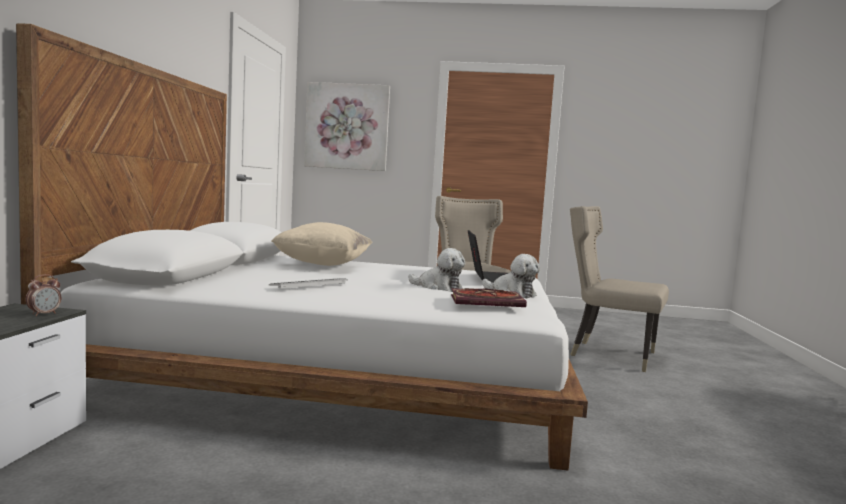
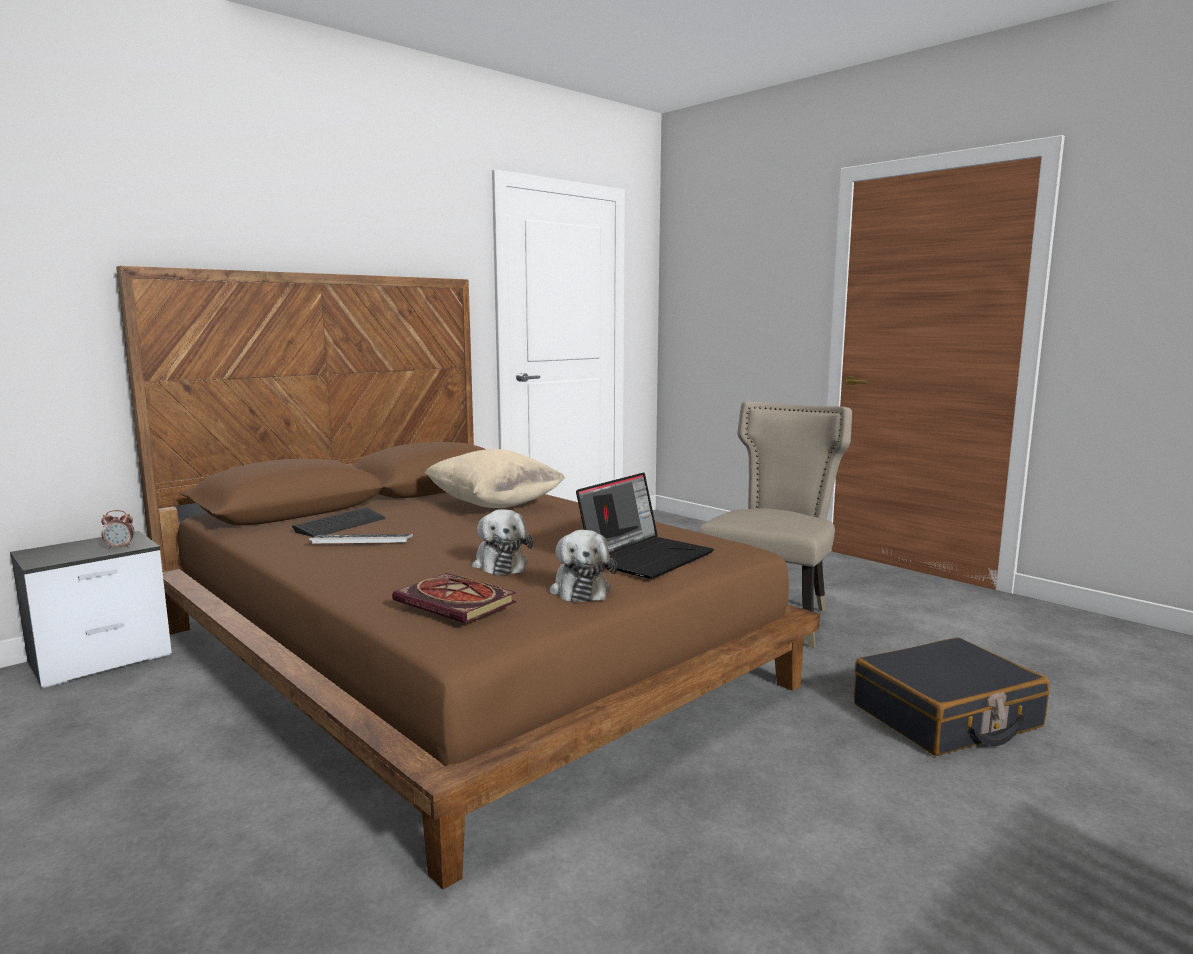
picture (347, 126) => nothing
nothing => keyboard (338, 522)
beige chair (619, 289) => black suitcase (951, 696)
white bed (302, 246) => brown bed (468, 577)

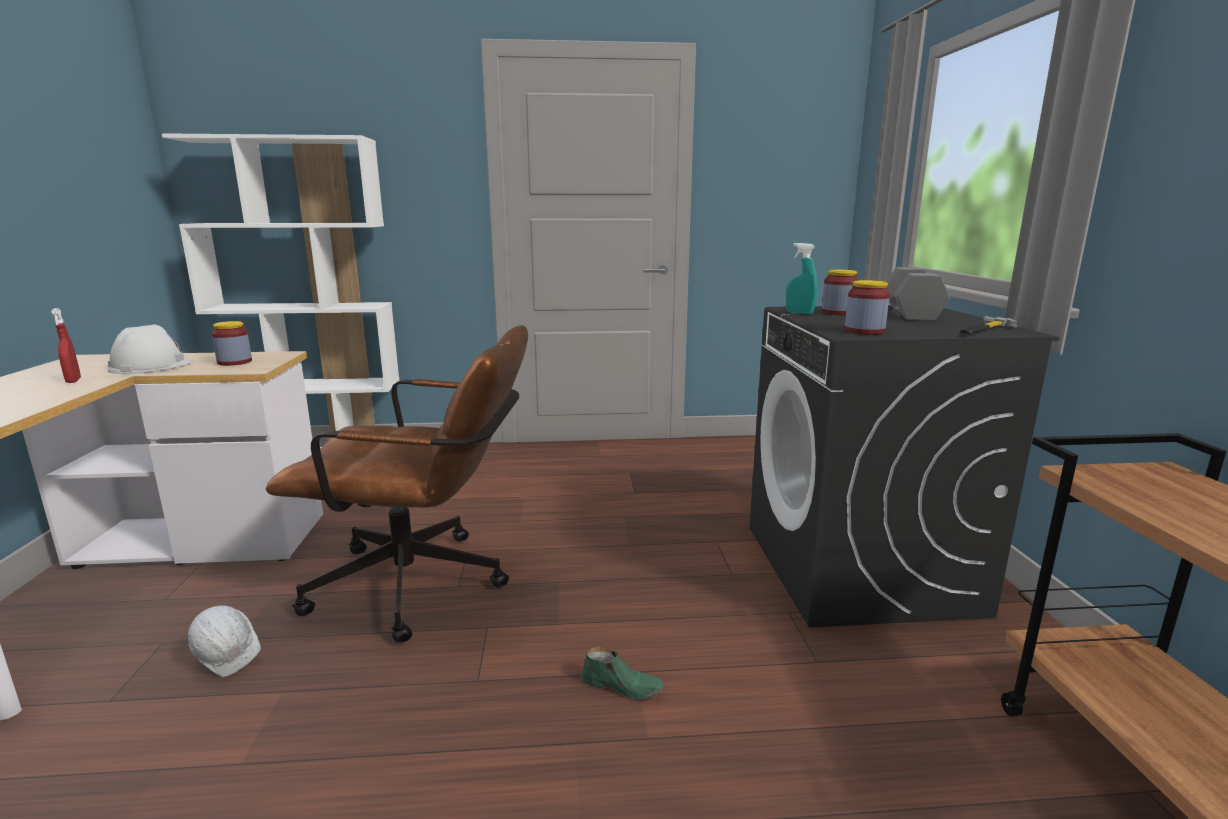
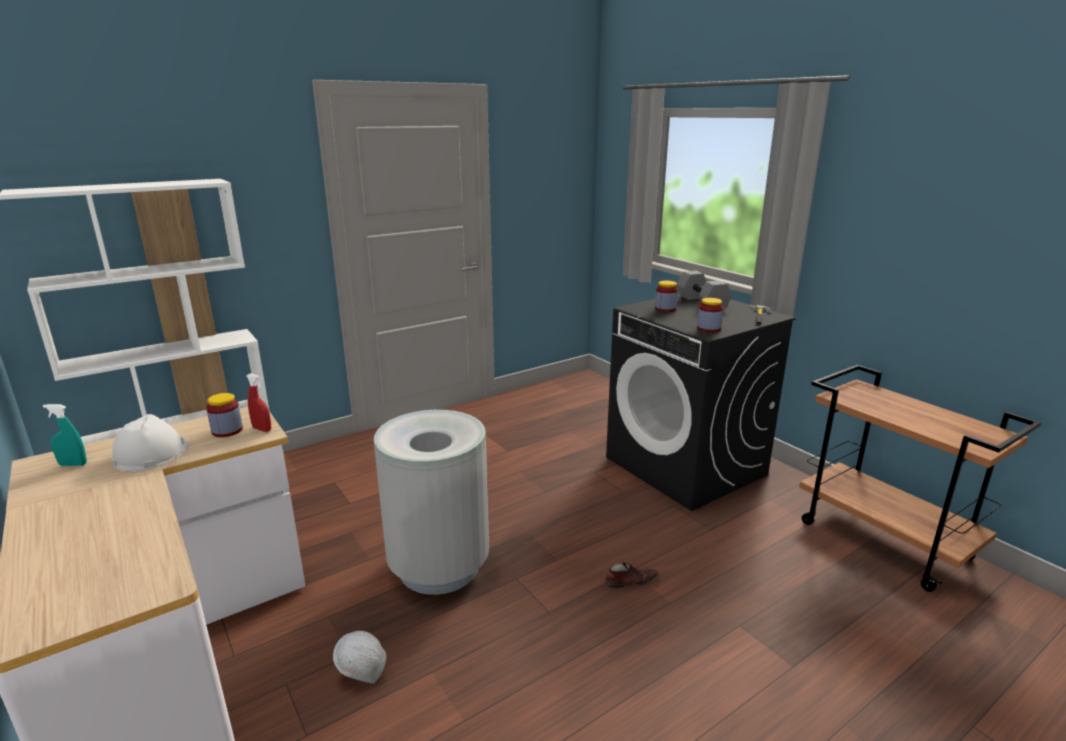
red spray bottle (66, 345) => red spray bottle (258, 402), moved
turquoise spray bottle (802, 278) => turquoise spray bottle (65, 435), moved
brown office chair (397, 484) => grey trash can (431, 502)
green shoe (623, 673) => brown shoe (632, 575)

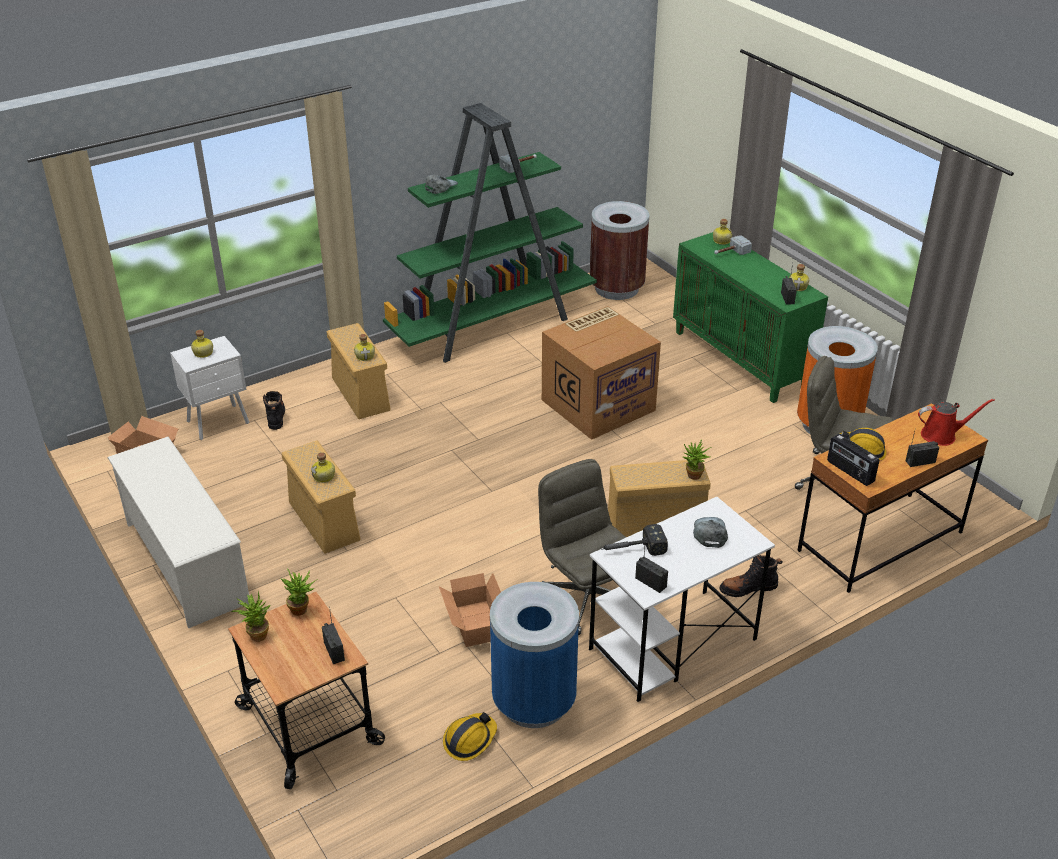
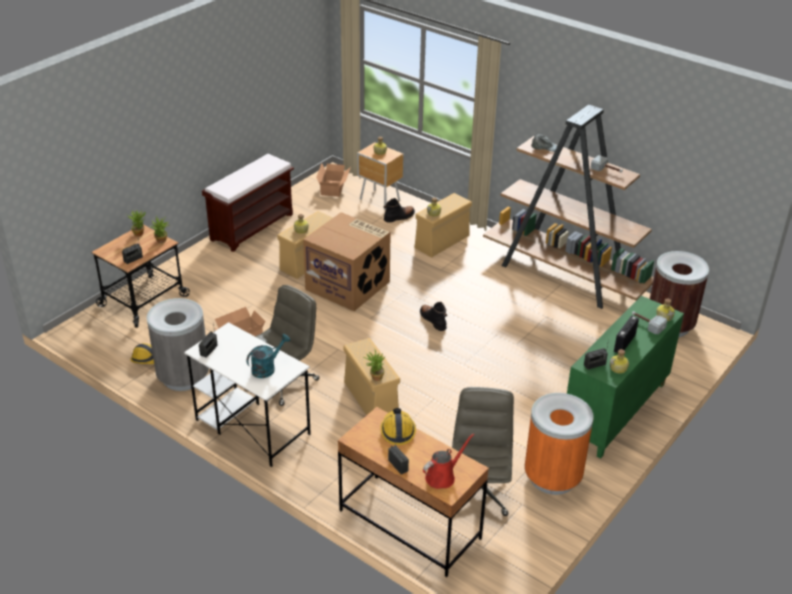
hammer (634, 540) => nothing
cardboard box (601, 373) => cardboard box (347, 261), moved
black boot (751, 576) => black boot (433, 316), moved
radio (853, 460) => radio (626, 334), moved
white shoe rack (178, 532) => brown bench (248, 203)
grey cap (710, 532) => turquoise watering can (268, 356)
white nightstand (209, 388) => brown nightstand (380, 176)
green bookcase (490, 233) => brown bookcase (568, 207)
blue trash can (534, 655) => grey trash can (178, 344)
red watering can (956, 422) => red watering can (448, 461), 105 degrees counterclockwise

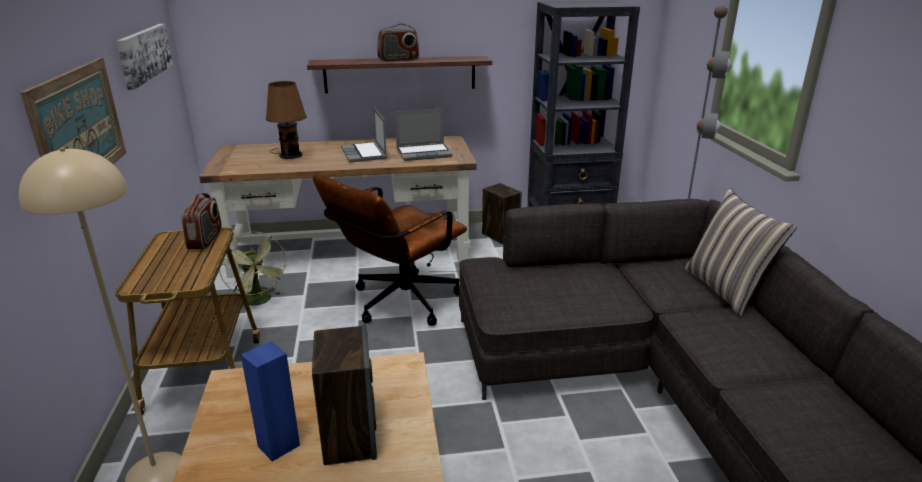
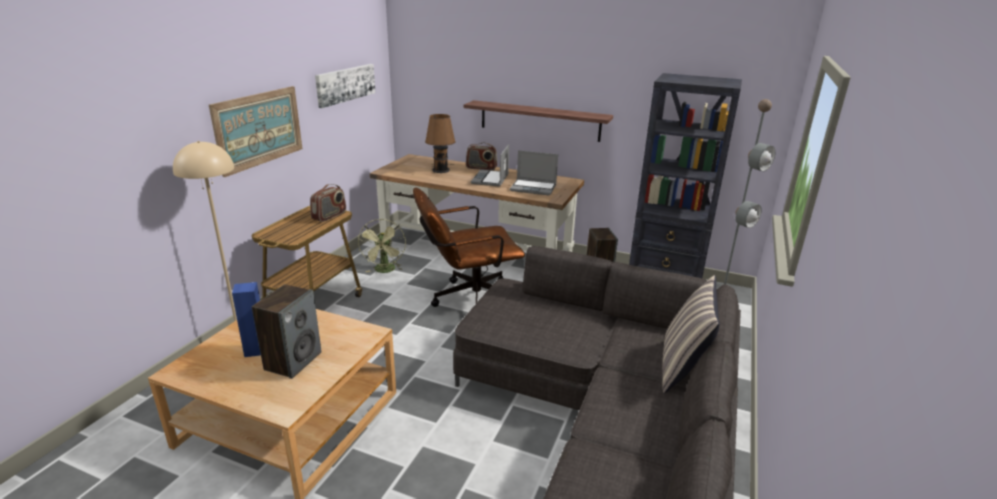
radio (398, 42) => radio (481, 156), moved

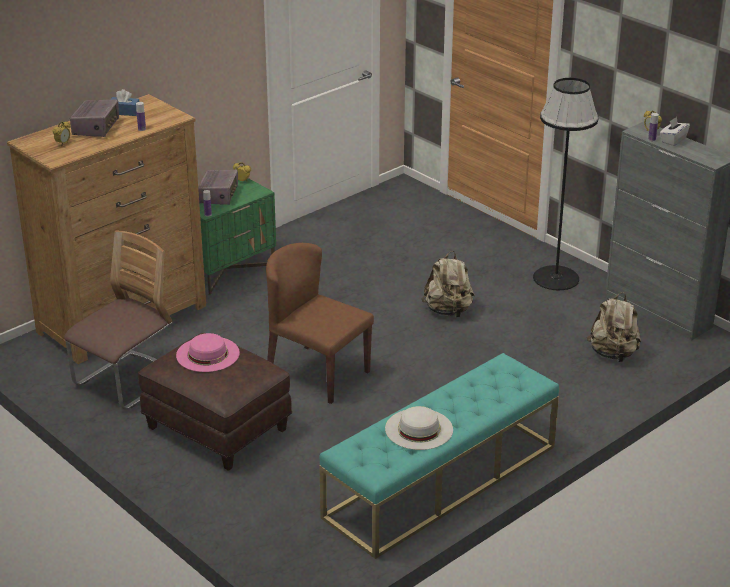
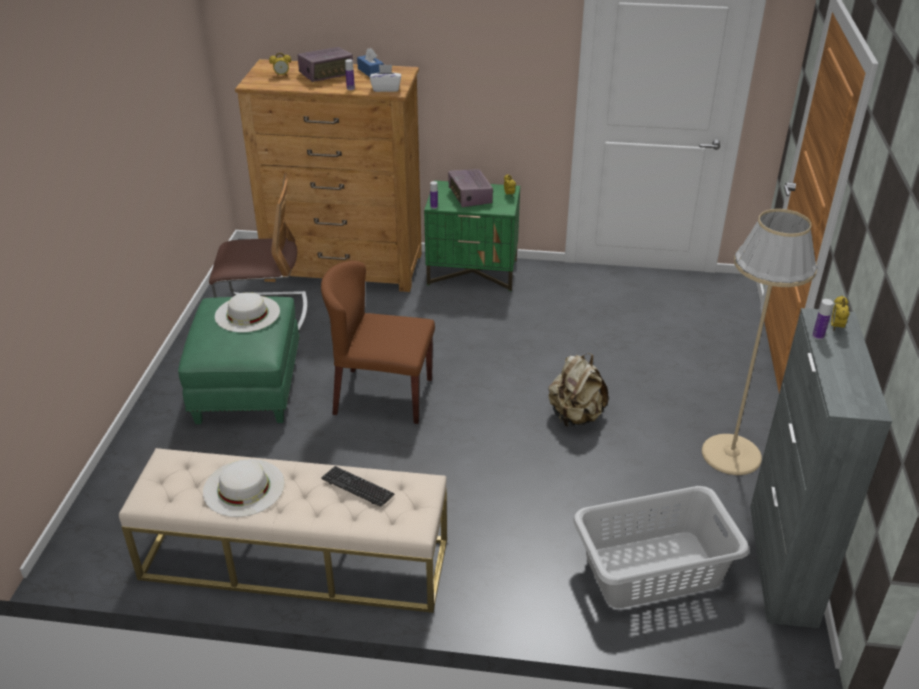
nothing => keyboard (358, 486)
white tissue box (675, 131) => white tissue box (385, 78), moved
beige backpack (614, 327) => grey laundry basket (661, 547)
brown ottoman (215, 402) => green ottoman (239, 360)
pink hat (208, 352) => white hat (247, 312)
turquoise bench (439, 456) => beige bench (283, 530)
black floor lamp (565, 184) => beige floor lamp (760, 342)
radio (218, 187) => radio (470, 188), 105 degrees clockwise
brown chair (320, 323) => brown chair (378, 342), 75 degrees counterclockwise

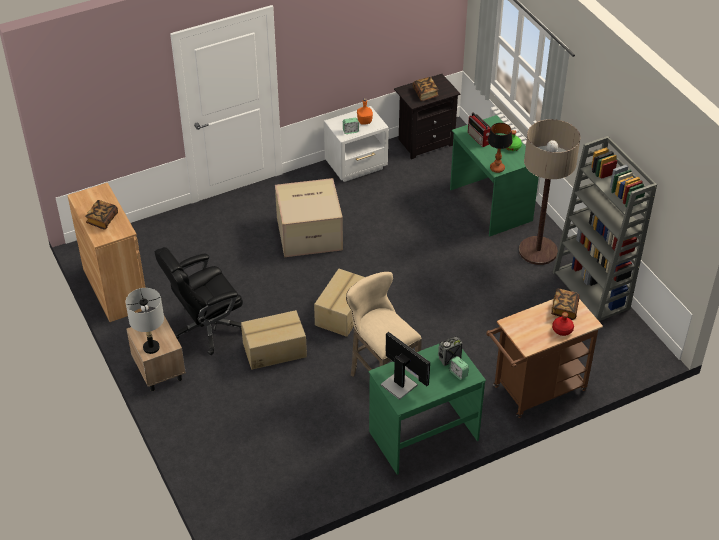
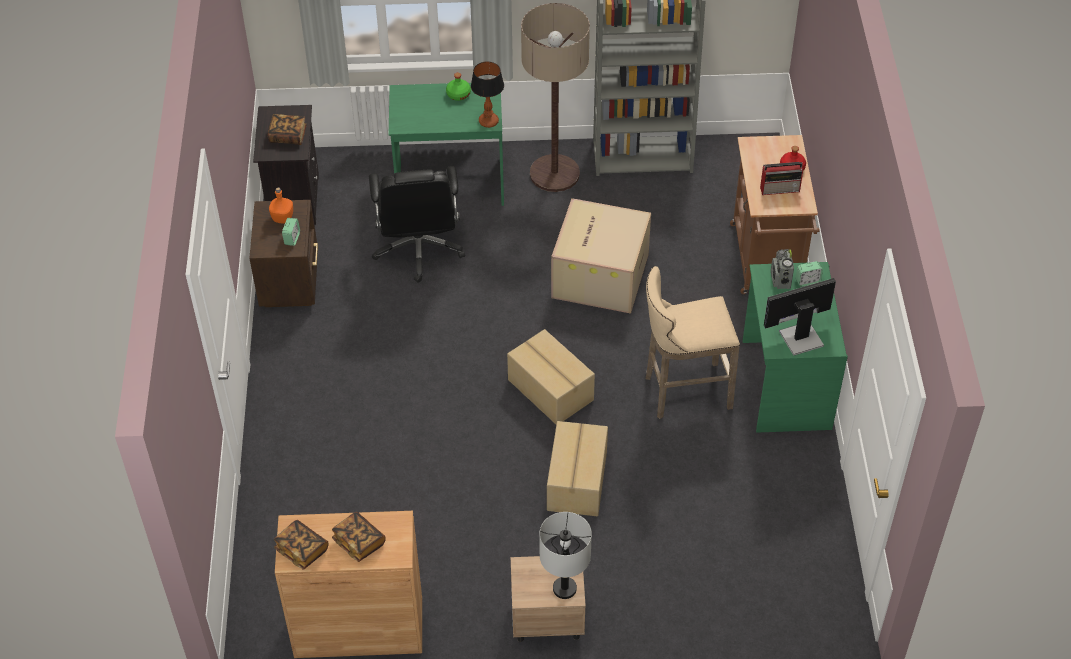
black office chair (198, 301) => black office chair (417, 224), moved
cardboard box (309, 217) => cardboard box (601, 256), moved
radio (479, 129) => radio (781, 178), moved
book (565, 304) => book (301, 545), moved
white nightstand (356, 144) => brown nightstand (283, 253)

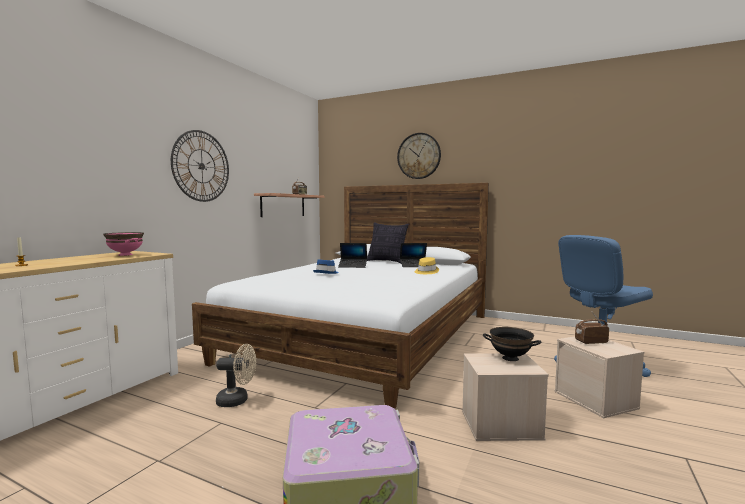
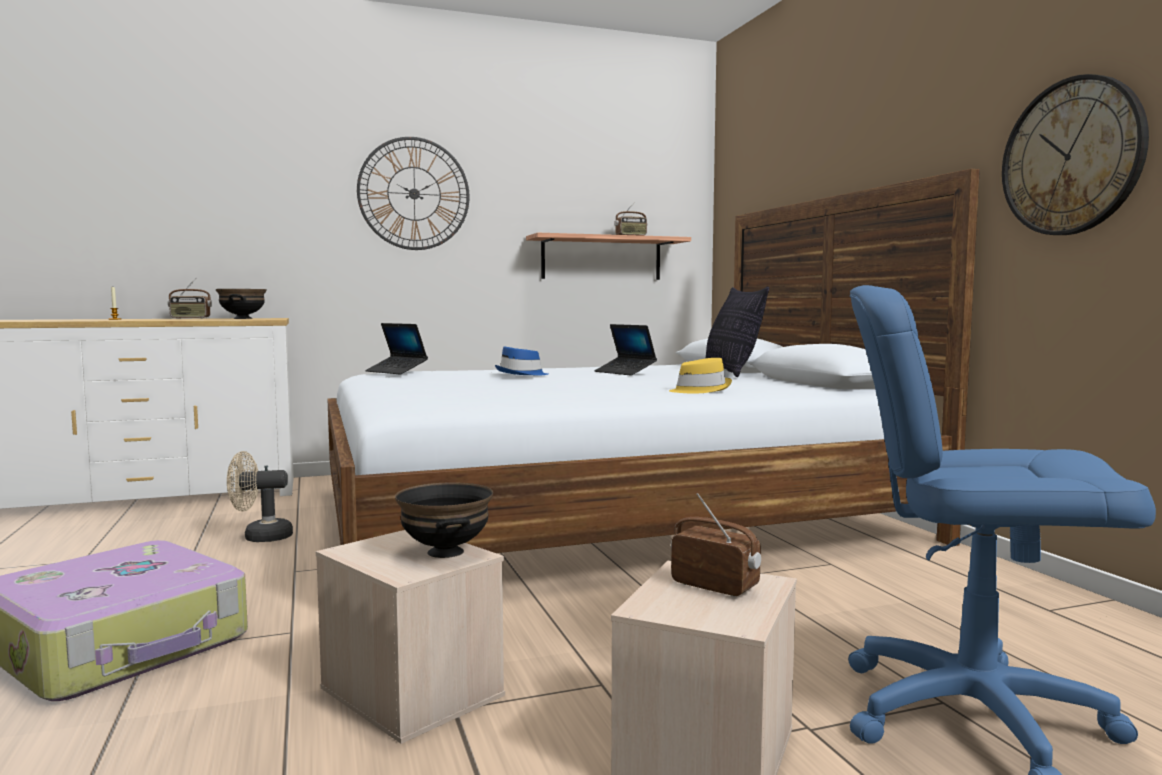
nothing => radio (190, 298)
wall clock (419, 156) => wall clock (1075, 154), moved
laptop (413, 255) => laptop (396, 348), moved
pink bowl (123, 244) => black bowl (241, 304)
beige fan (236, 375) => beige fan (260, 496), 120 degrees clockwise

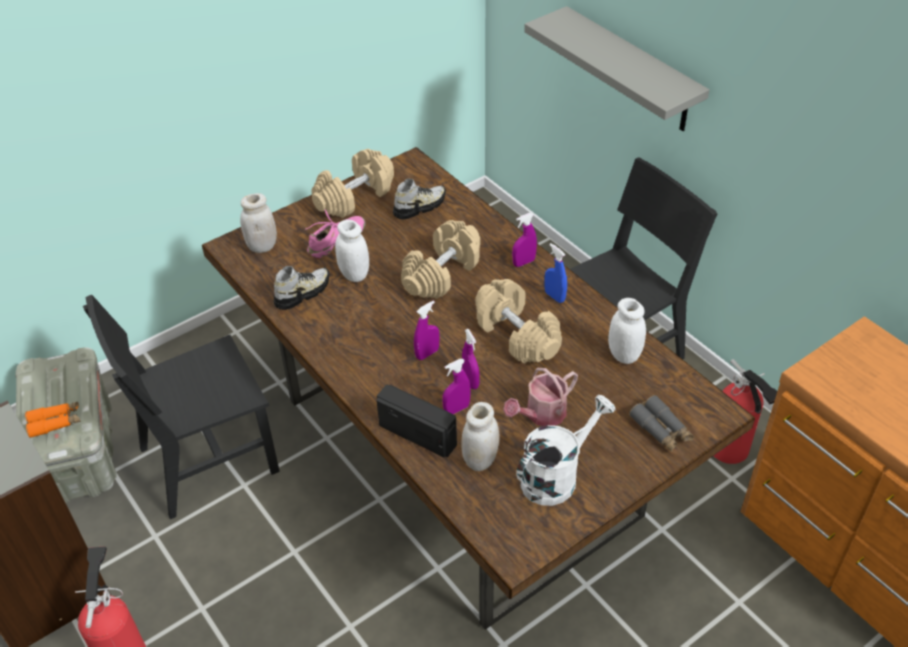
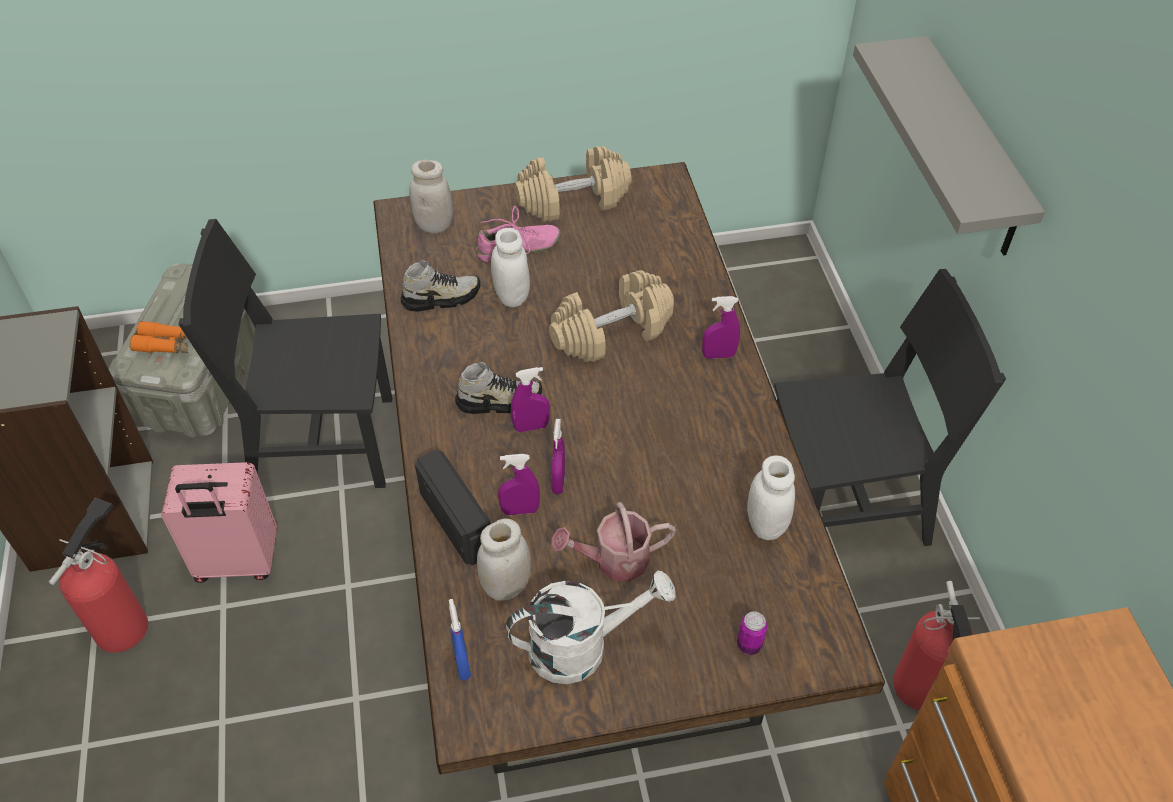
beige dumbbell (518, 321) => nothing
nothing => pink suitcase (219, 522)
shoe (419, 199) => shoe (498, 388), moved
blue spray bottle (555, 273) => blue spray bottle (460, 639), moved
grey binoculars (661, 423) => can (752, 633)

